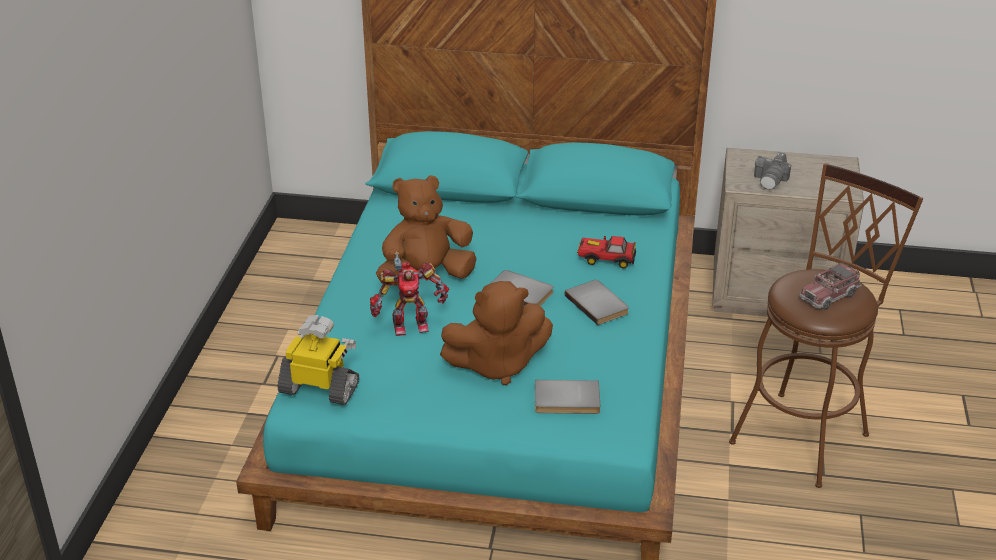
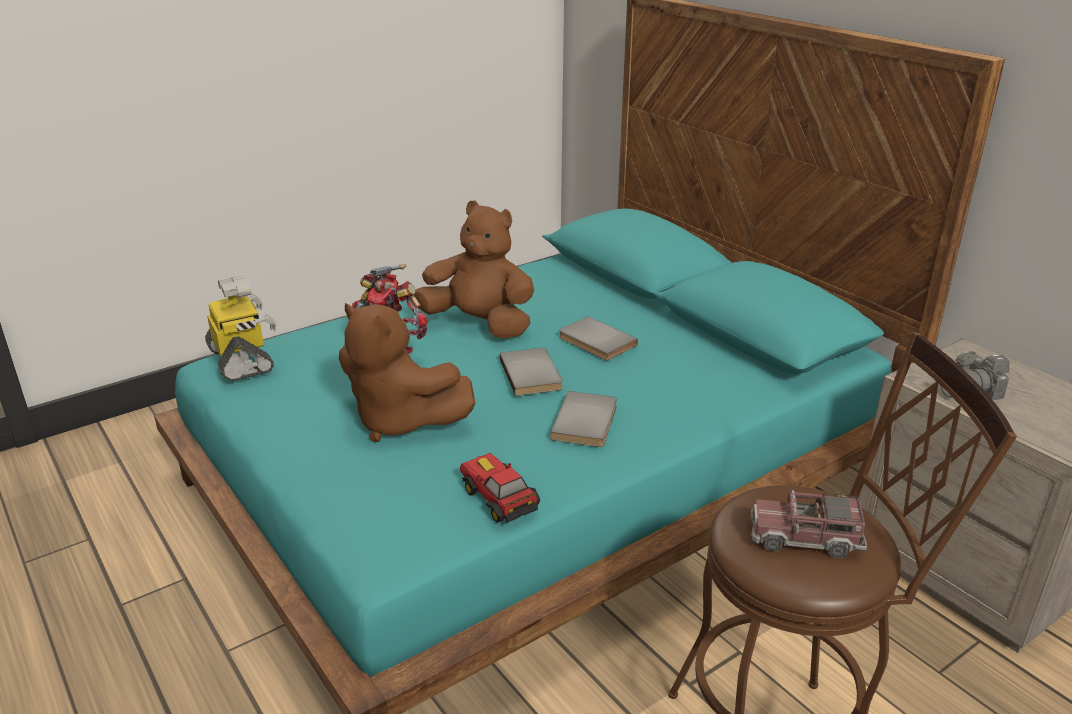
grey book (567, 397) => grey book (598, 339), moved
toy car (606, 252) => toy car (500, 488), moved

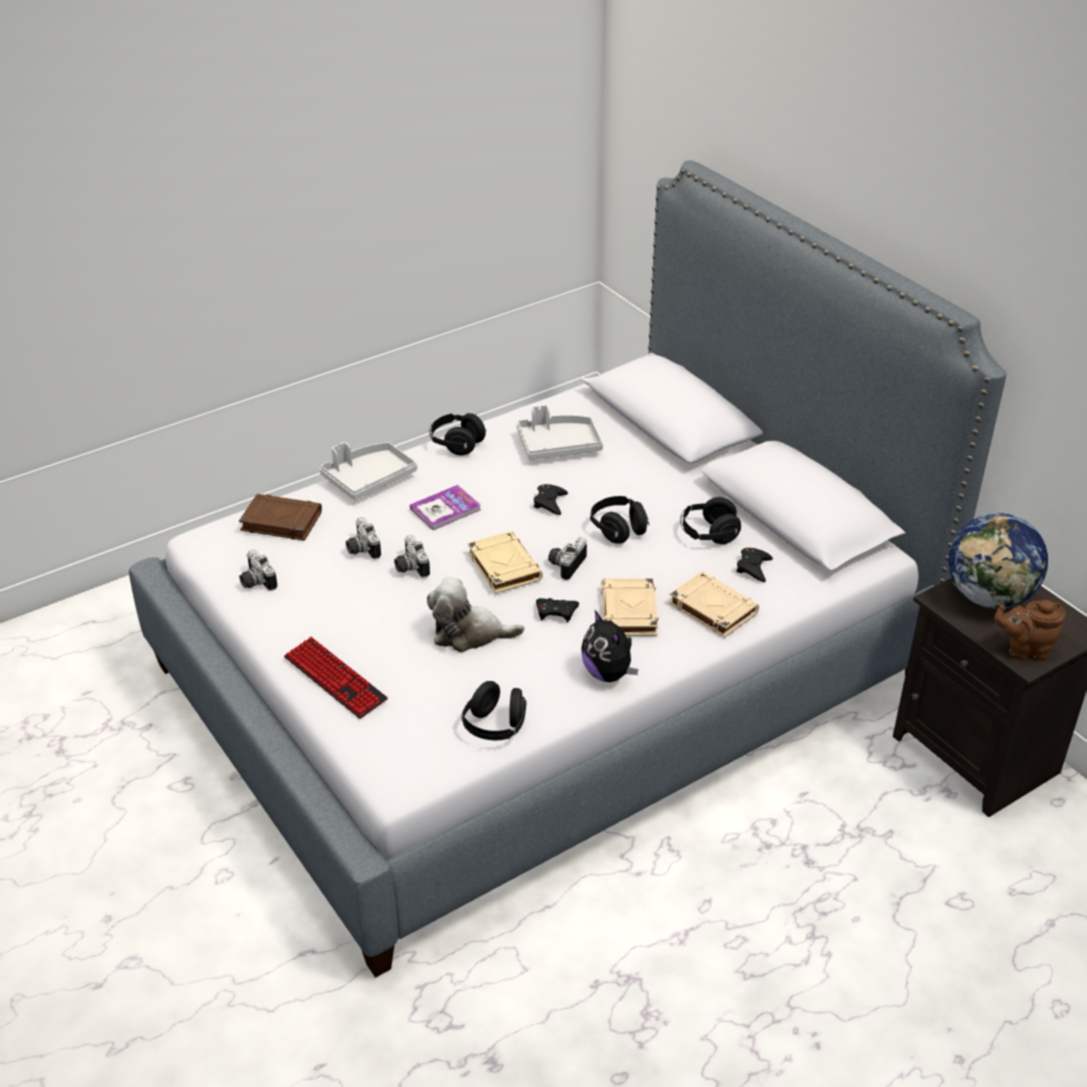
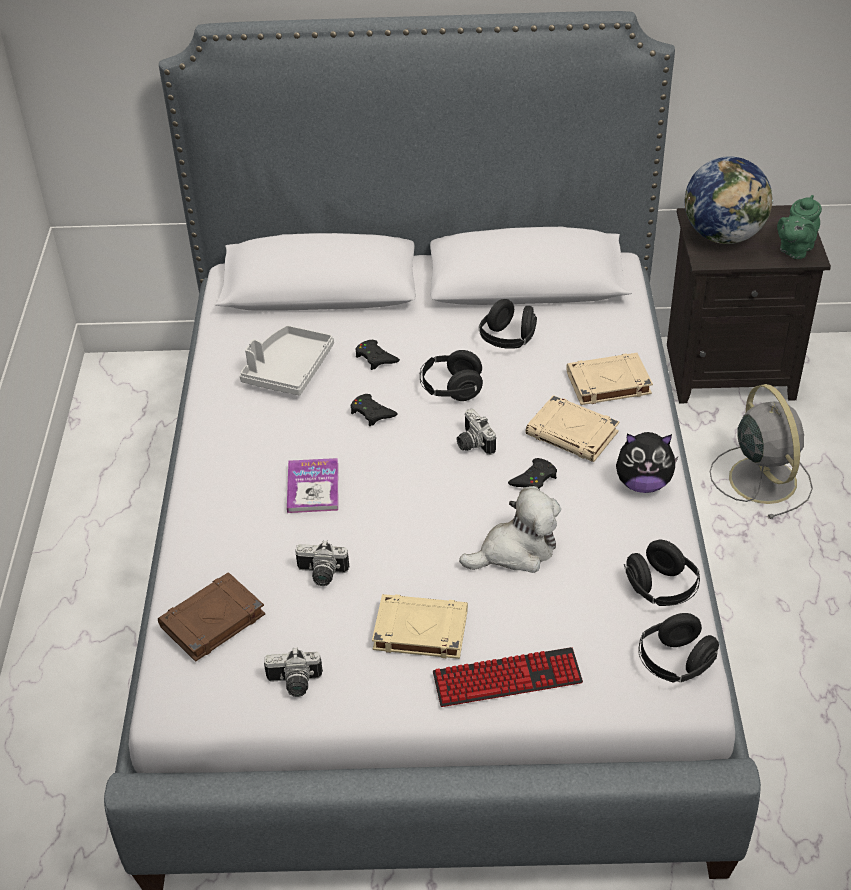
grey tray (368, 471) => nothing
photo camera (412, 556) => nothing
nothing => grey fan (761, 451)
black headphones (458, 434) => black headphones (678, 648), moved
beige book (505, 562) => beige book (420, 626), moved
black game controller (754, 565) => black game controller (377, 355), moved
brown teapot (1030, 630) => green teapot (799, 227)
plush toy (475, 614) => plush toy (510, 529), 150 degrees counterclockwise

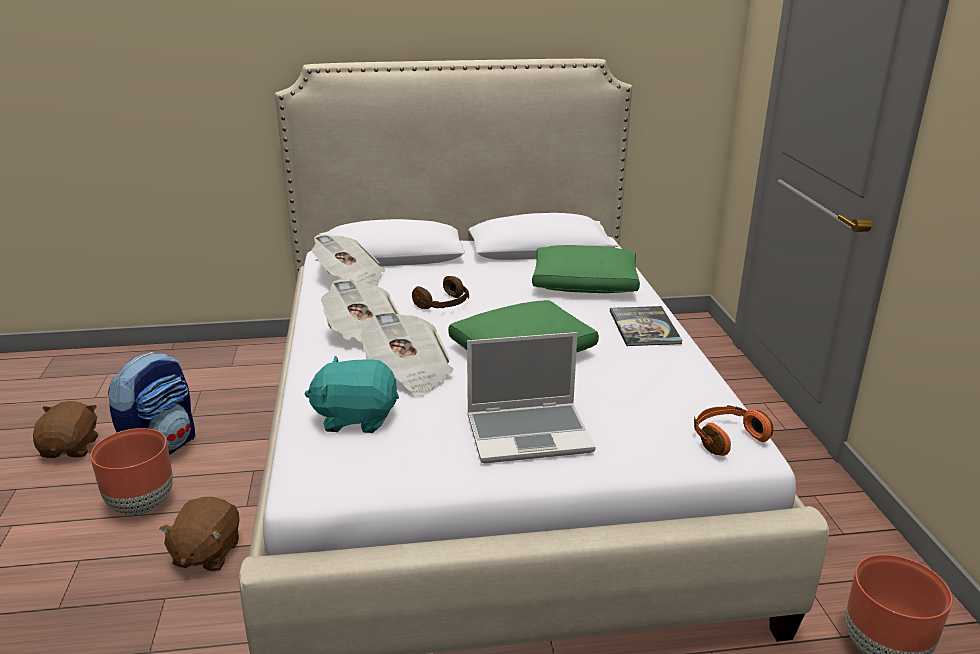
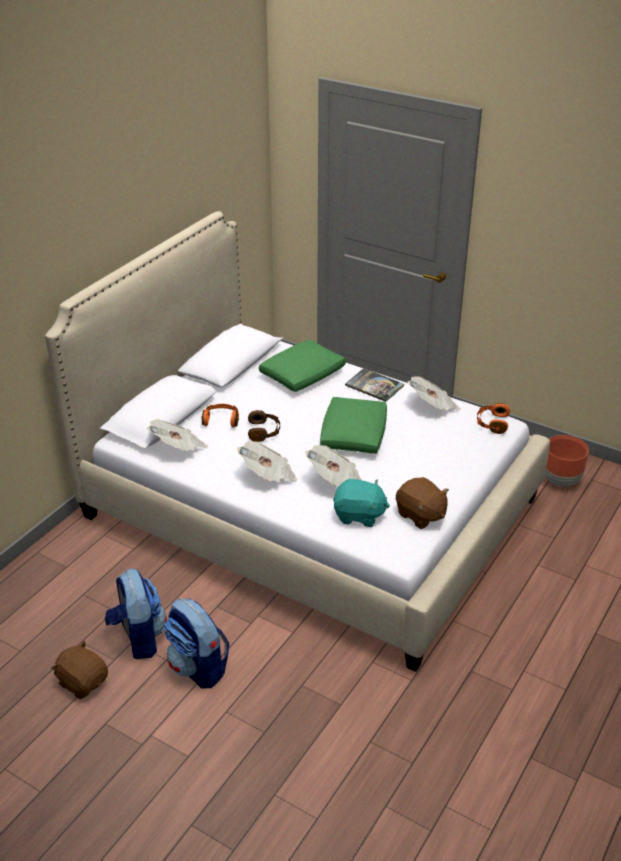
laptop (531, 397) => nothing
nothing => orange headphones (220, 416)
nothing => newspaper (433, 393)
brown plush toy (199, 534) => brown plush toy (422, 503), moved
brown planter (131, 471) => backpack (196, 643)
turquoise plush toy (352, 394) => turquoise plush toy (361, 503), 120 degrees counterclockwise

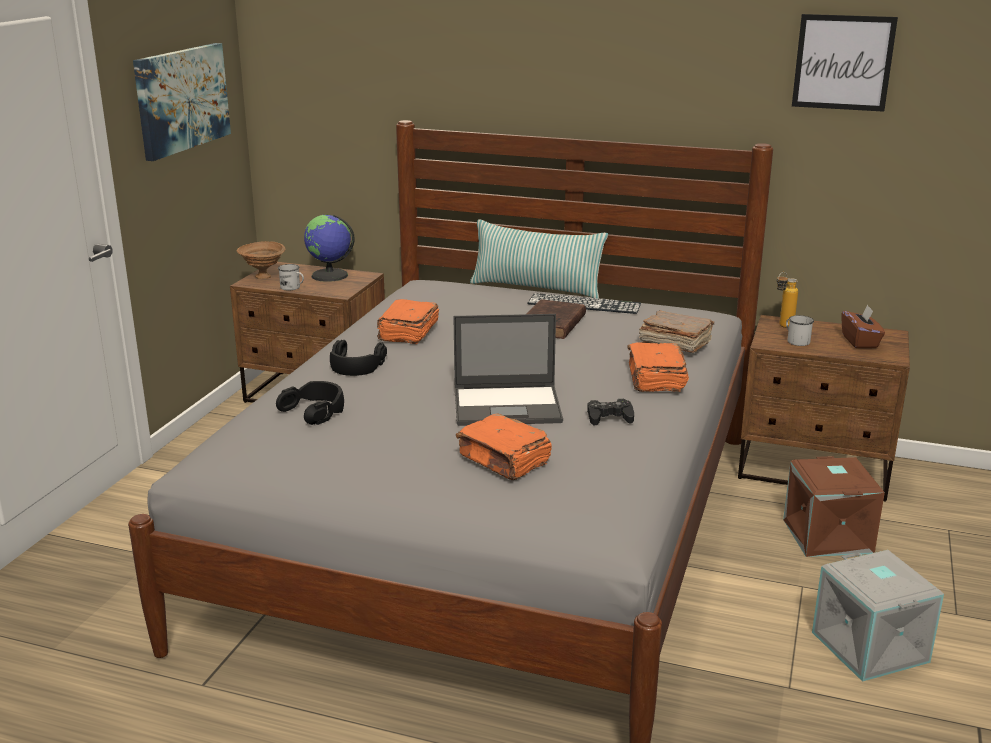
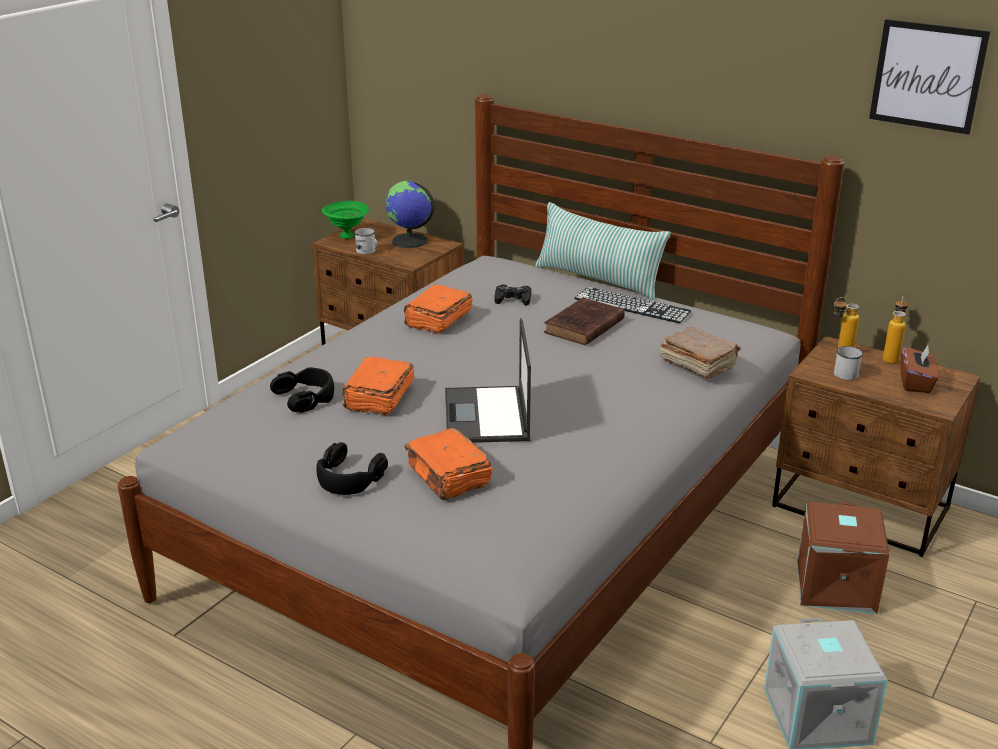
picture (182, 102) => nothing
nothing => bottle (895, 330)
black headphones (358, 358) => black headphones (352, 468), moved
black game controller (610, 412) => black game controller (513, 295), moved
orange book (658, 367) => orange book (378, 386), moved
brown bowl (261, 260) => green bowl (345, 220)
laptop (508, 370) => laptop (488, 380), 75 degrees clockwise

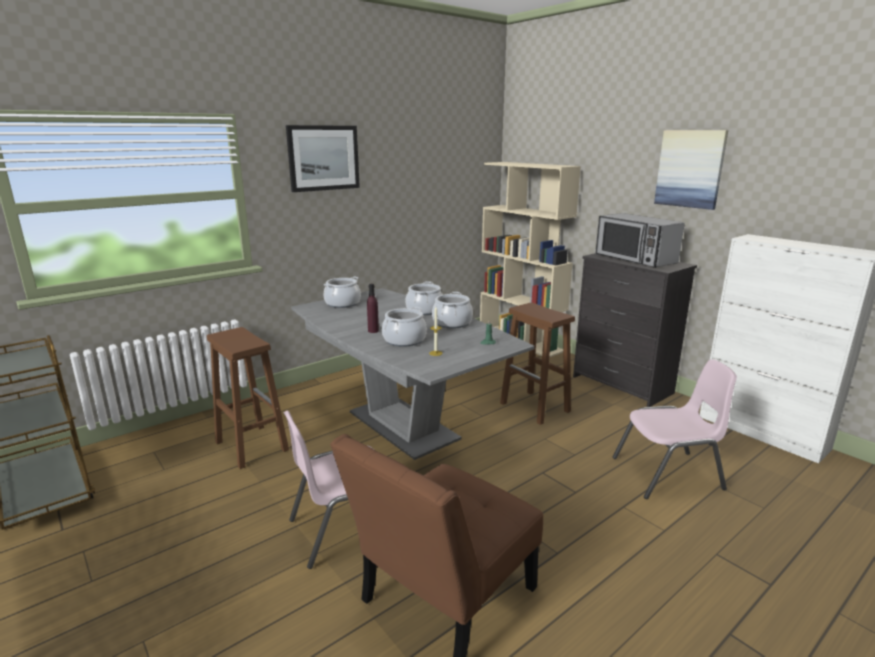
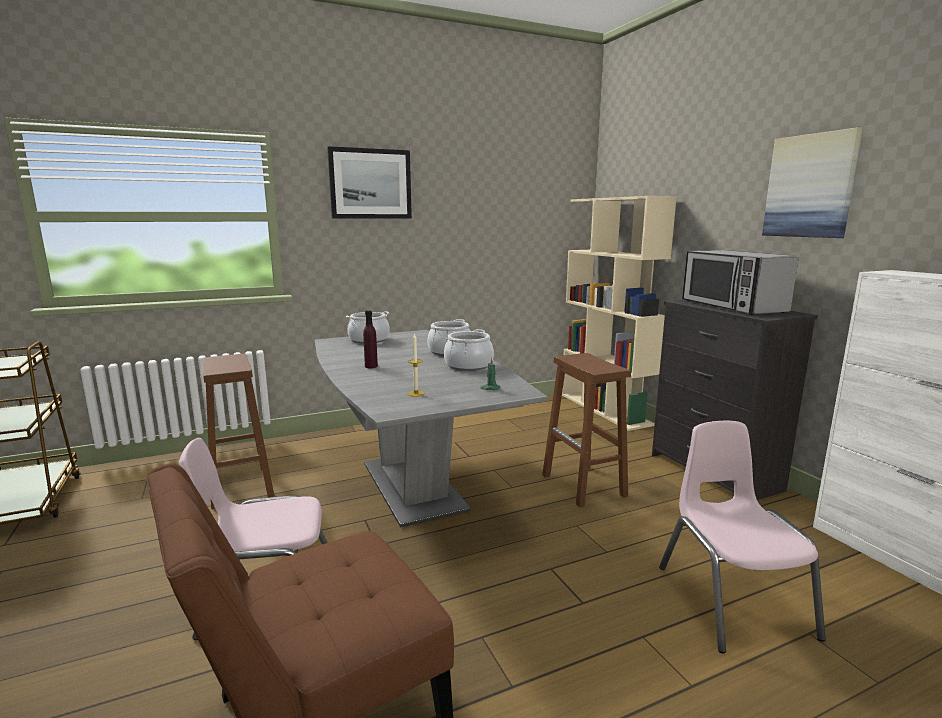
cooking pot (404, 327) => nothing
pink chair (674, 429) => pink chair (742, 537), 105 degrees counterclockwise

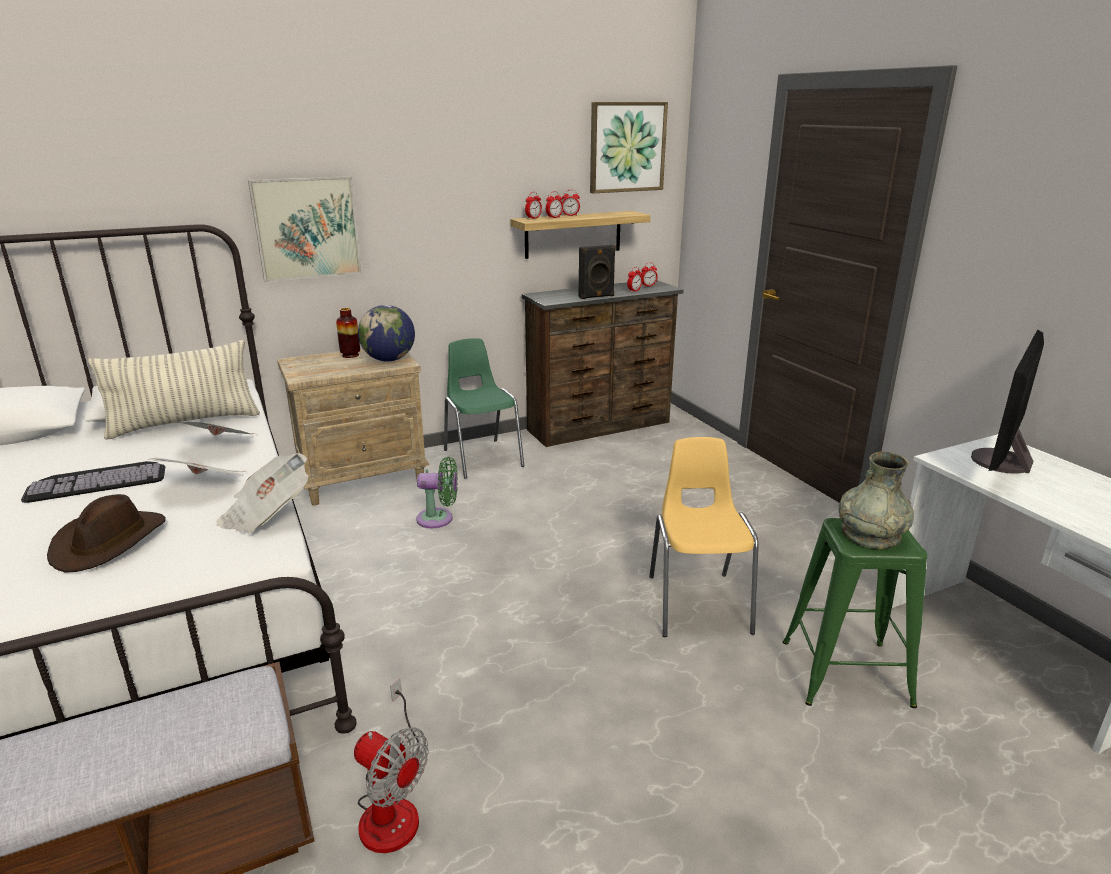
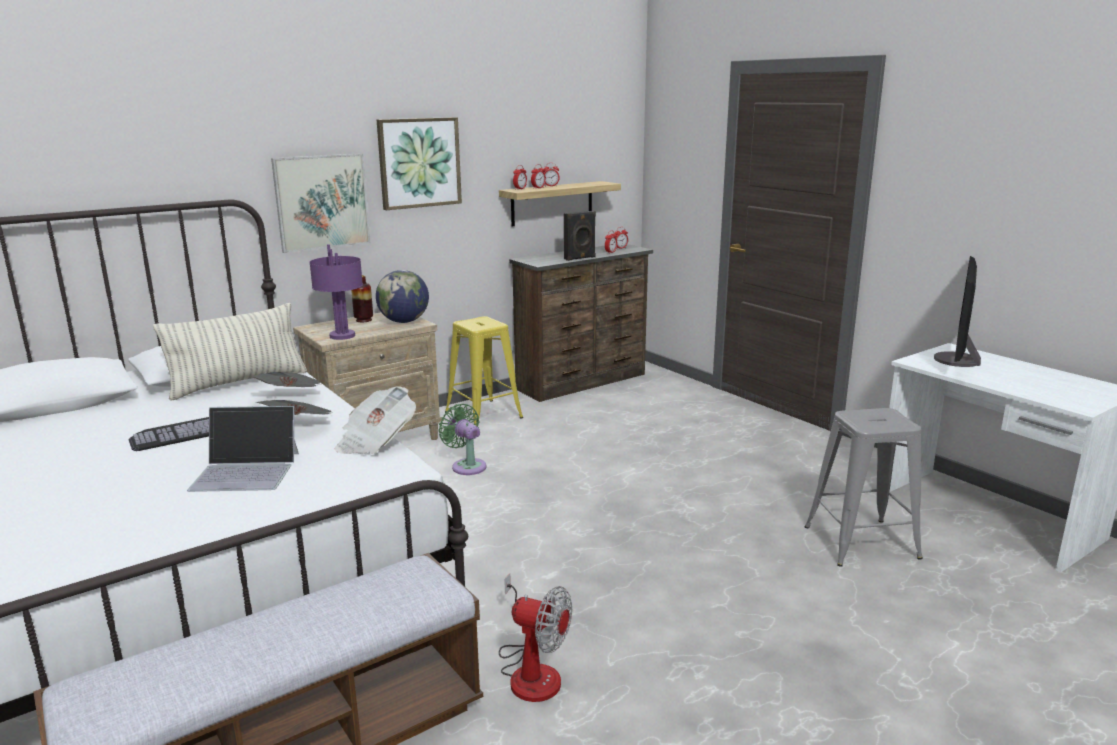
yellow chair (704, 537) => nothing
grey vase (876, 500) => nothing
nothing => purple table lamp (336, 292)
picture (629, 147) => picture (419, 163), moved
brown hat (106, 533) => laptop (243, 449)
green chair (484, 408) => yellow stool (484, 371)
green stool (855, 613) => grey stool (864, 487)
green fan (437, 492) => green fan (462, 439), 120 degrees counterclockwise

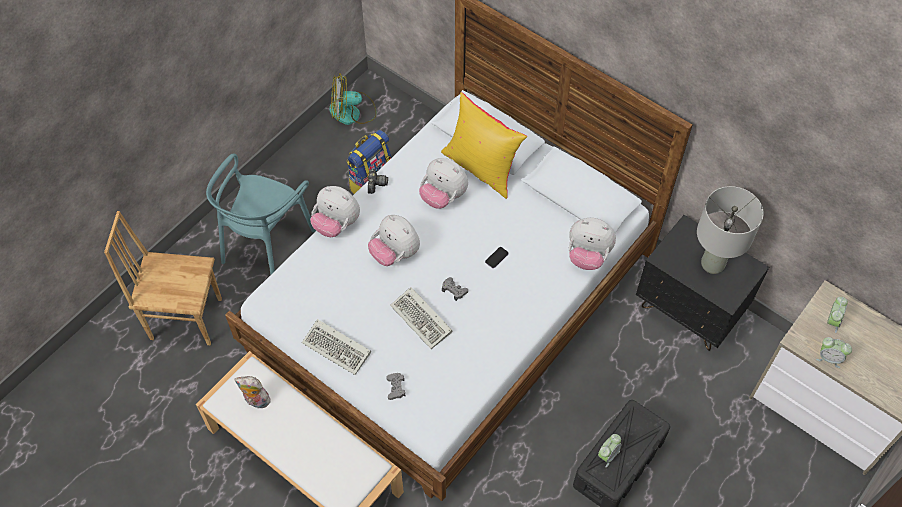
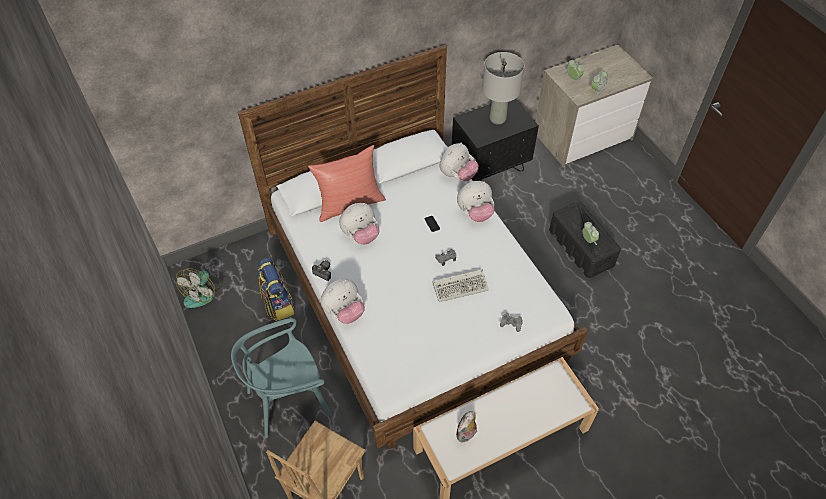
keyboard (336, 347) => nothing
plush toy (394, 240) => plush toy (476, 201), moved
yellow pillow (484, 145) => red pillow (347, 183)
turquoise chair (261, 214) => turquoise chair (281, 378), 105 degrees clockwise

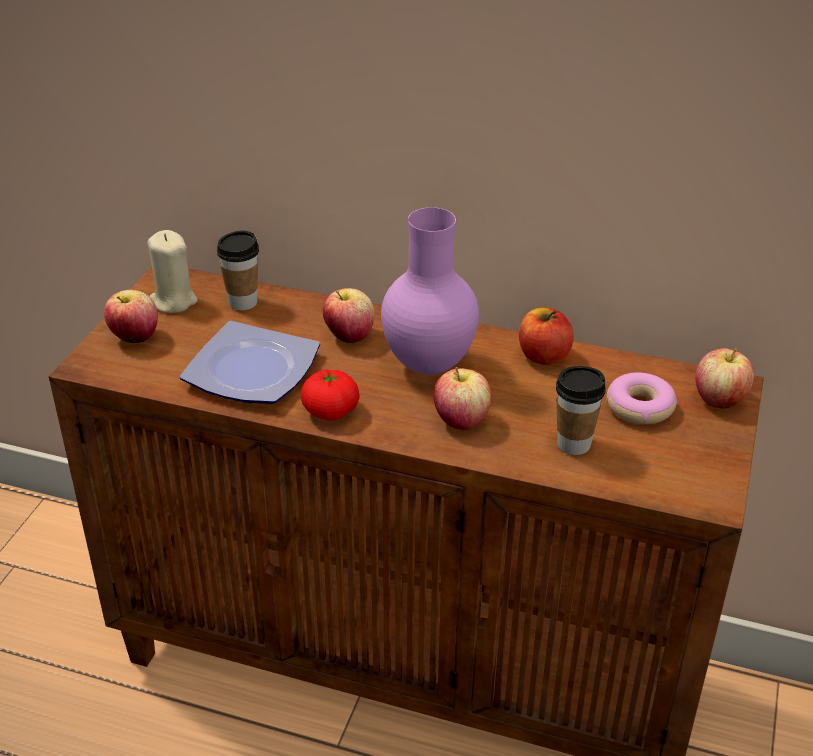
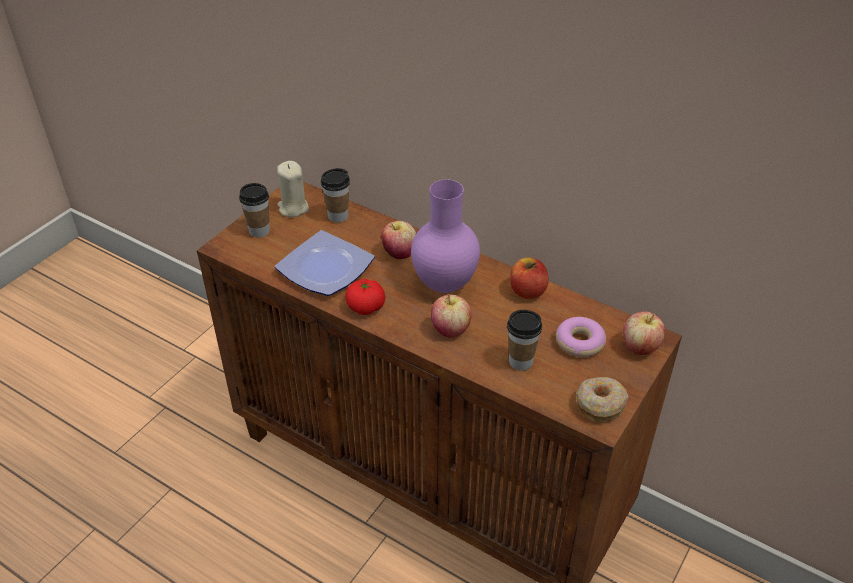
nothing => donut (602, 399)
apple (131, 316) => cup (254, 210)

